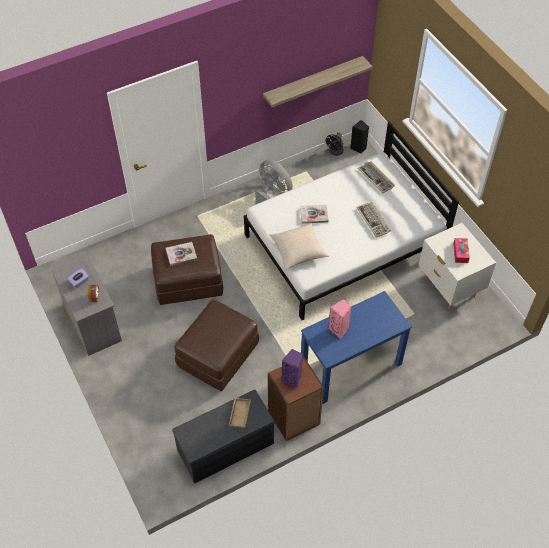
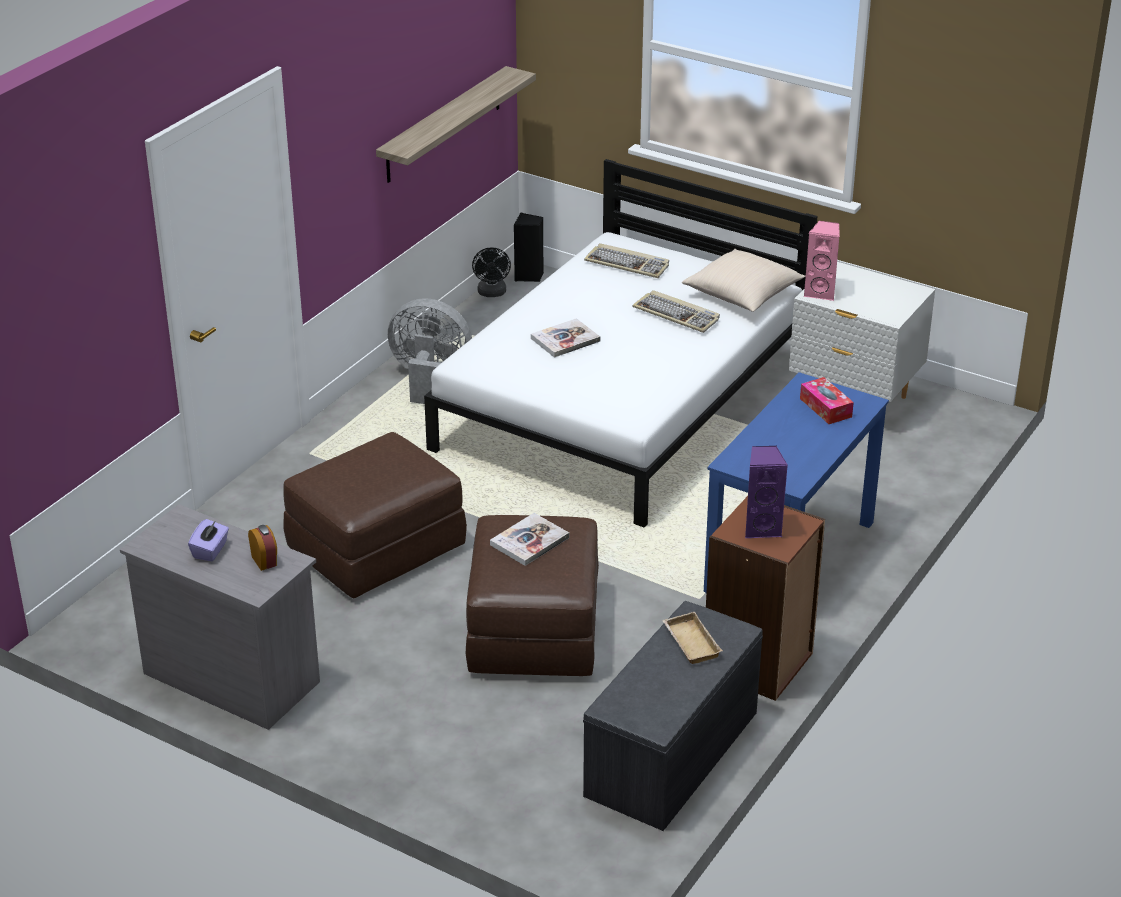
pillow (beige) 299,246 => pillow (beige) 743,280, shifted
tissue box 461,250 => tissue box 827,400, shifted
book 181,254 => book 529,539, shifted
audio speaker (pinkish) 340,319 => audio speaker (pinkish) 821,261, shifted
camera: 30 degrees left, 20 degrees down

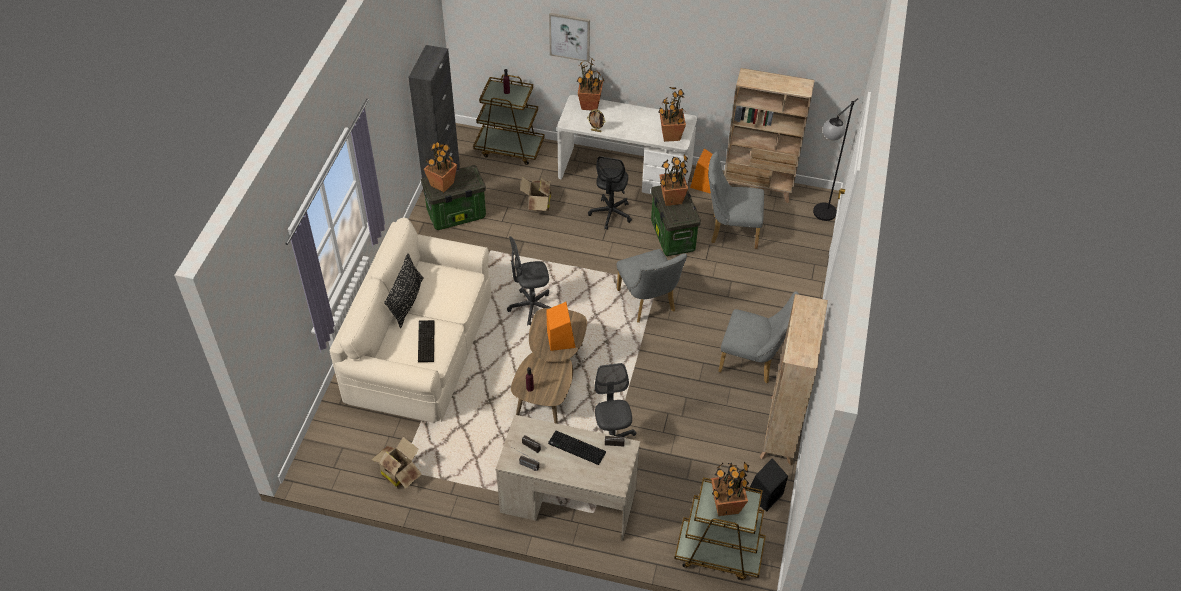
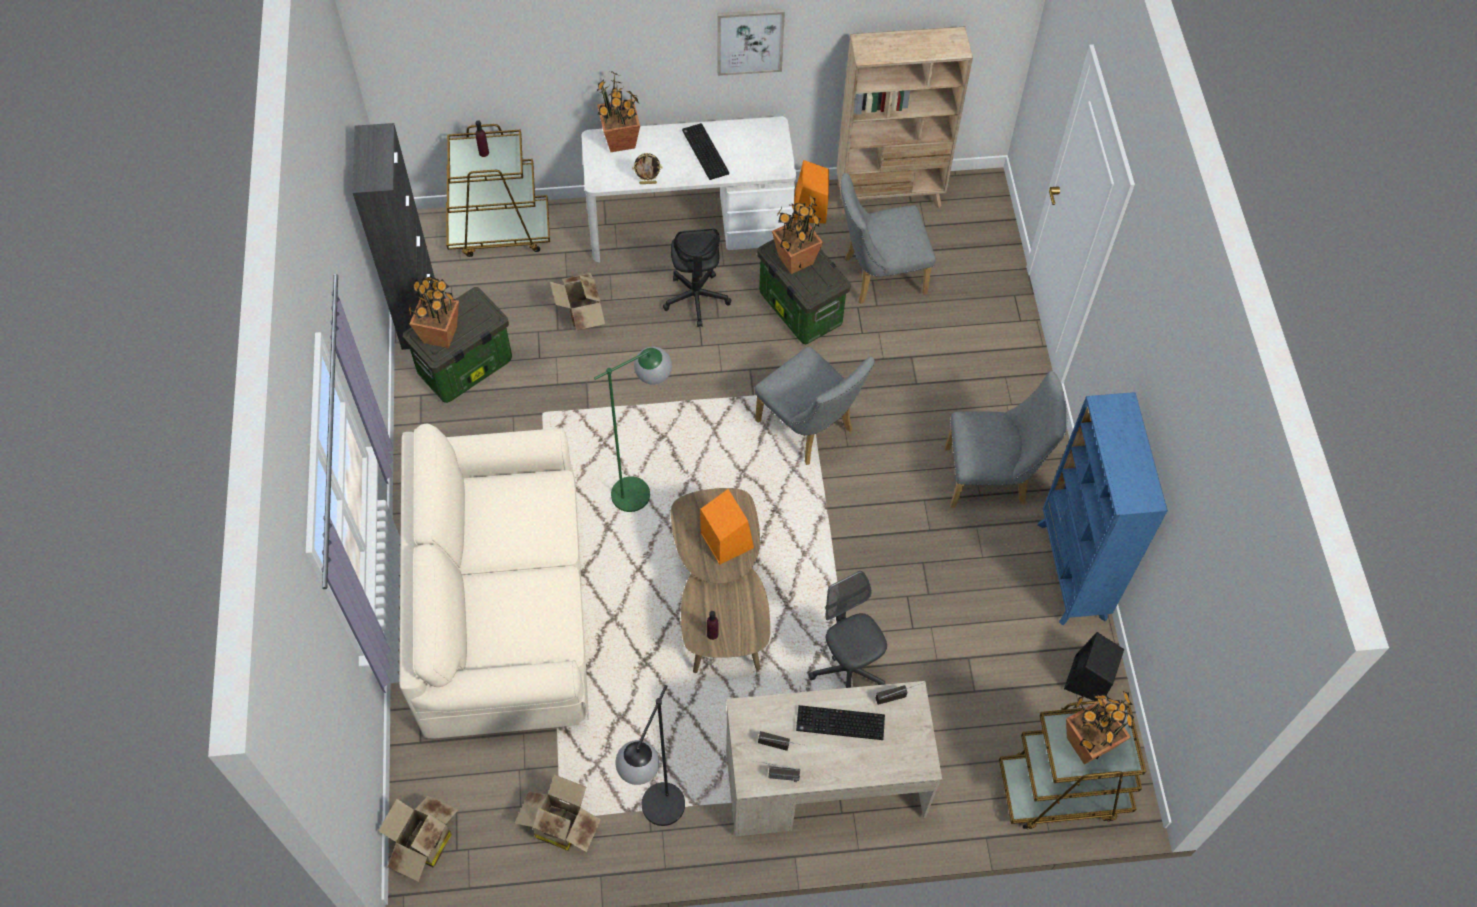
wall picture 569,37 => wall picture 751,42, shifted
potted plant 672,114 => nothing
standard lamp (blackish) 835,159 => standard lamp (blackish) 650,755, shifted
computer chair (greyish) 529,281 => standard lamp (green) 633,429
pillow (blackish) 404,290 => nothing
bookcase (beige) 794,379 => bookcase (bluish) 1102,508
keyboard 426,341 => keyboard 705,151, shifted
nothing => cardboard box 418,839
camera: 20 degrees left, 10 degrees up

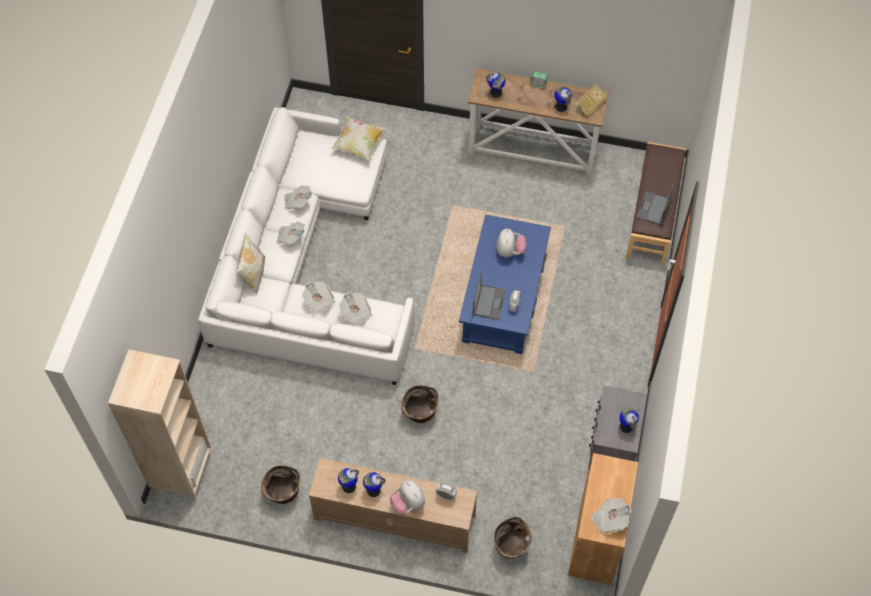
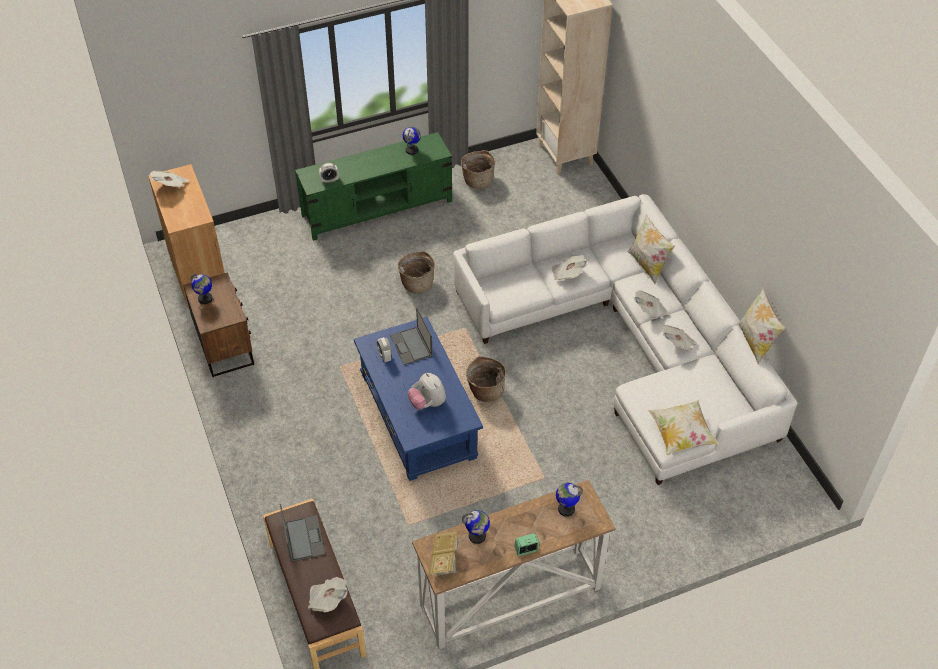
newspaper 355,310 => newspaper 328,594, shifted
bedside table (greyish) 618,427 => bedside table (brown-coloured) 218,324
media console (beige) 393,505 => media console (green) 373,186
globe 374,484 => nothing
soft toy 407,497 => nothing
storage basket 513,538 => storage basket 486,379, shifted
nothing => pillow 761,326
camera: 145 degrees right, 10 degrees down

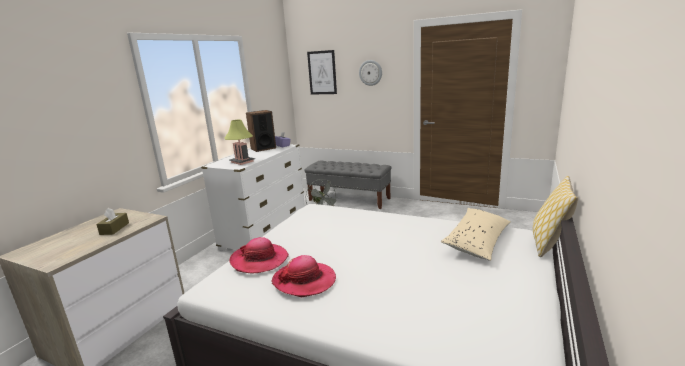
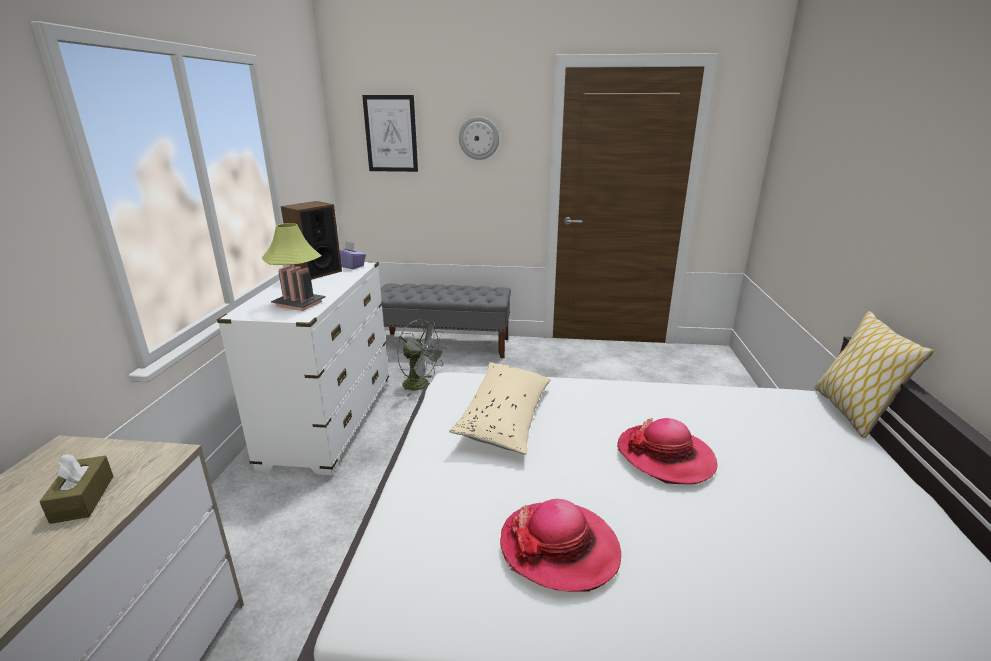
pillow (beige) 476,234 => pillow (beige) 500,408, shifted
wearable hat 259,255 => wearable hat 667,451, shifted
camera: 20 degrees left, 5 degrees up

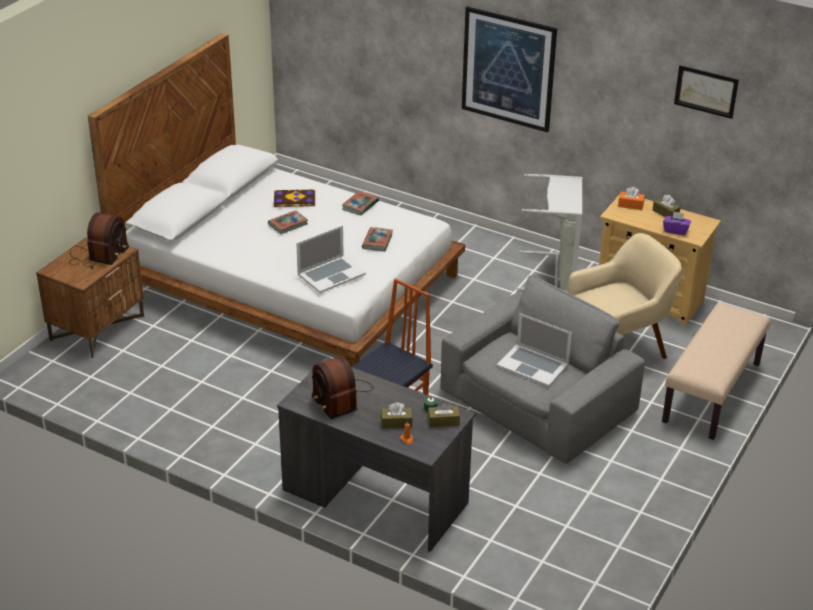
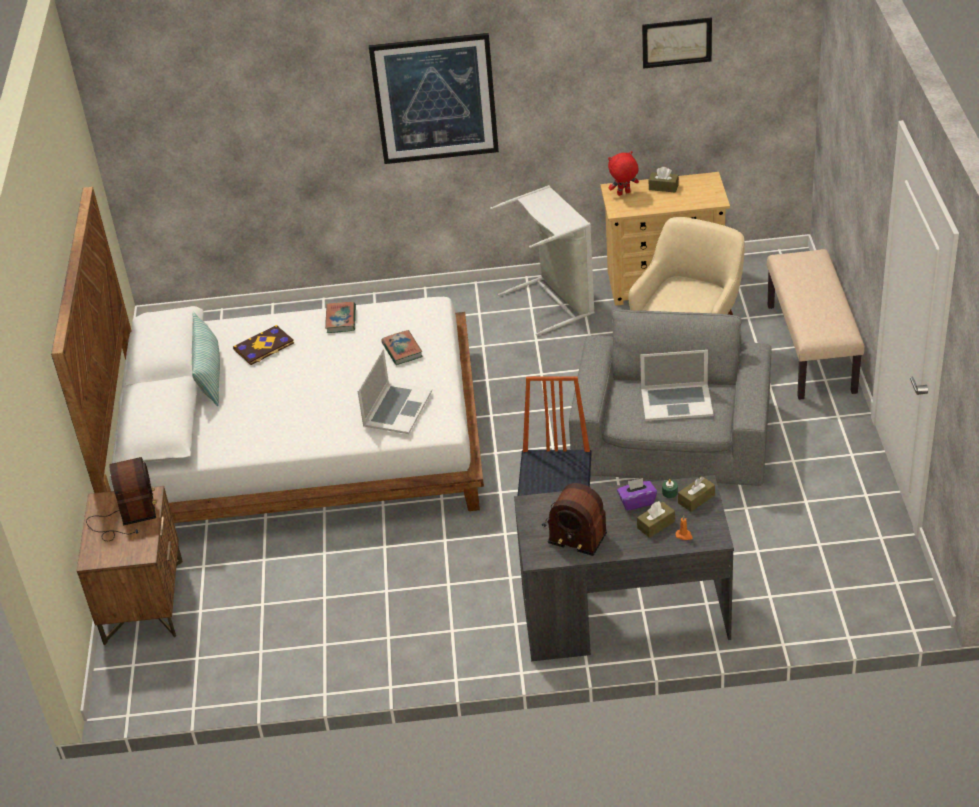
tissue box (orangey) 631,198 => soft toy (red-coloured) 623,173
book 288,222 => nothing
tissue box (purplish) 677,223 => tissue box (purplish) 637,494, shifted
nothing => pillow 206,359
camera: 30 degrees left, 5 degrees up

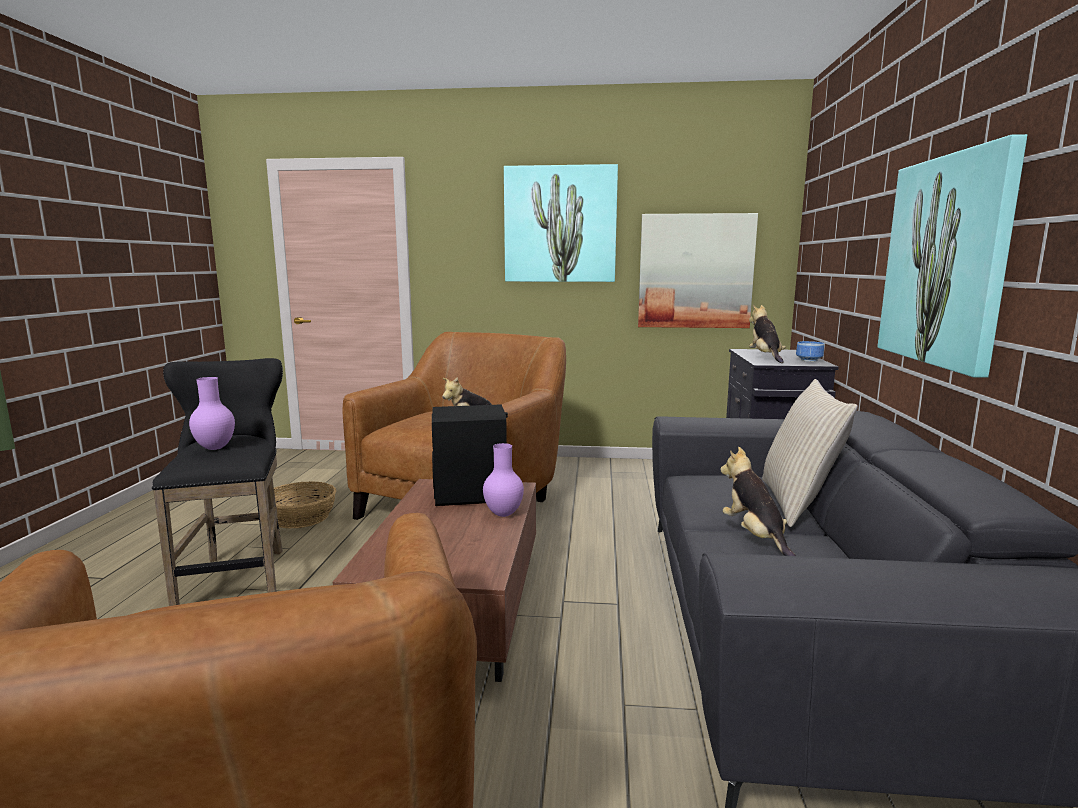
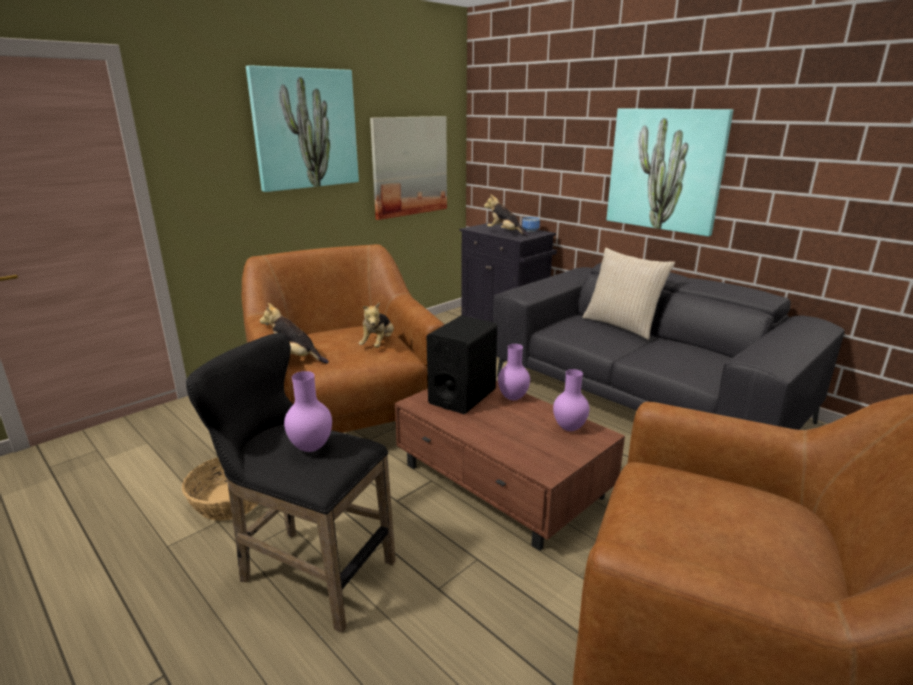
soft toy 758,501 => soft toy 294,333, shifted
nothing => flower vase (purplish) 571,400
camera: 50 degrees left, 10 degrees up

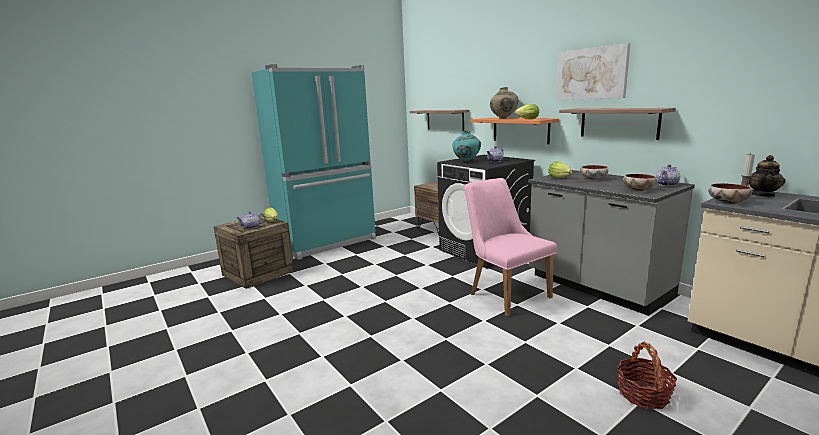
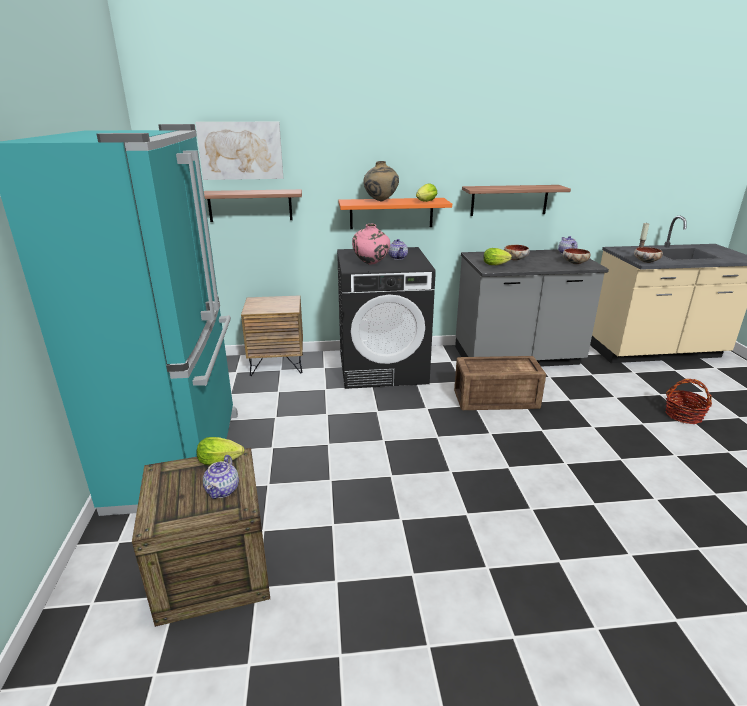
wall picture 593,71 => wall picture 239,151, shifted
flower vase (blue-green) 466,146 => flower vase (pinkish) 371,244
teapot 767,176 => nothing
plain chair (pinkish) 510,247 => crate 500,383
camera: 60 degrees left, 10 degrees up

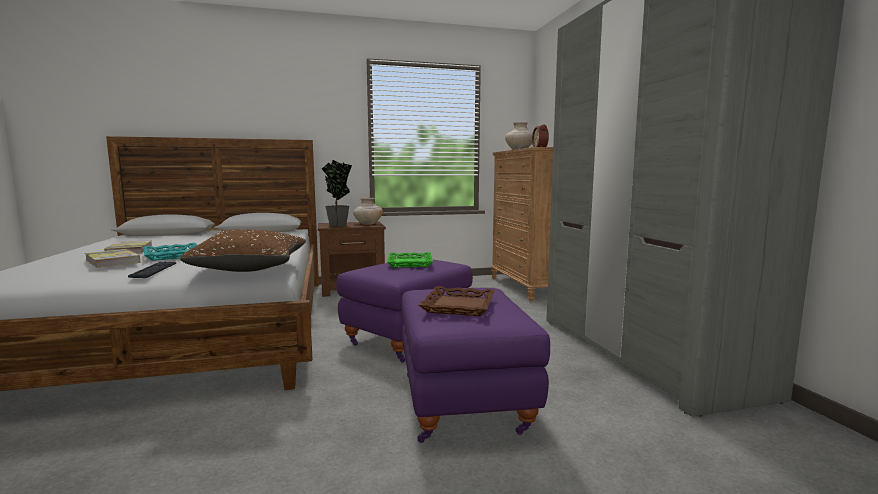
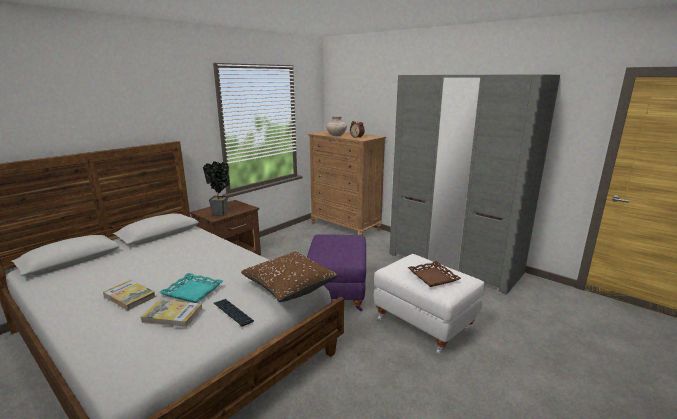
flower vase (beige) 368,211 => nothing
tray (green) 410,259 => nothing
pouffe (purplish) 475,365 => pouffe (whitish) 429,304
camera: 35 degrees left, 10 degrees up

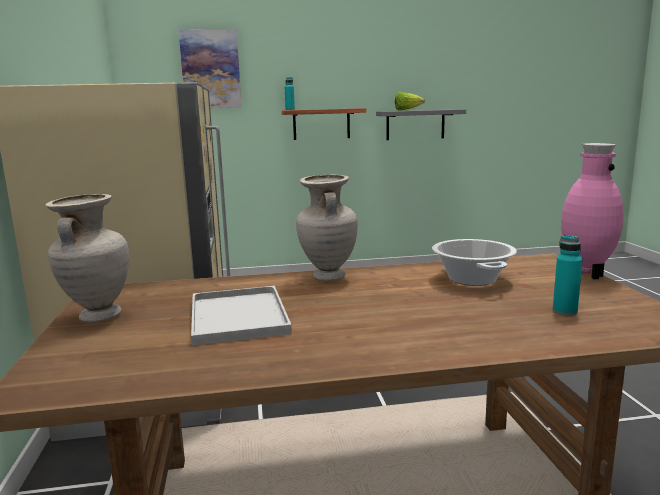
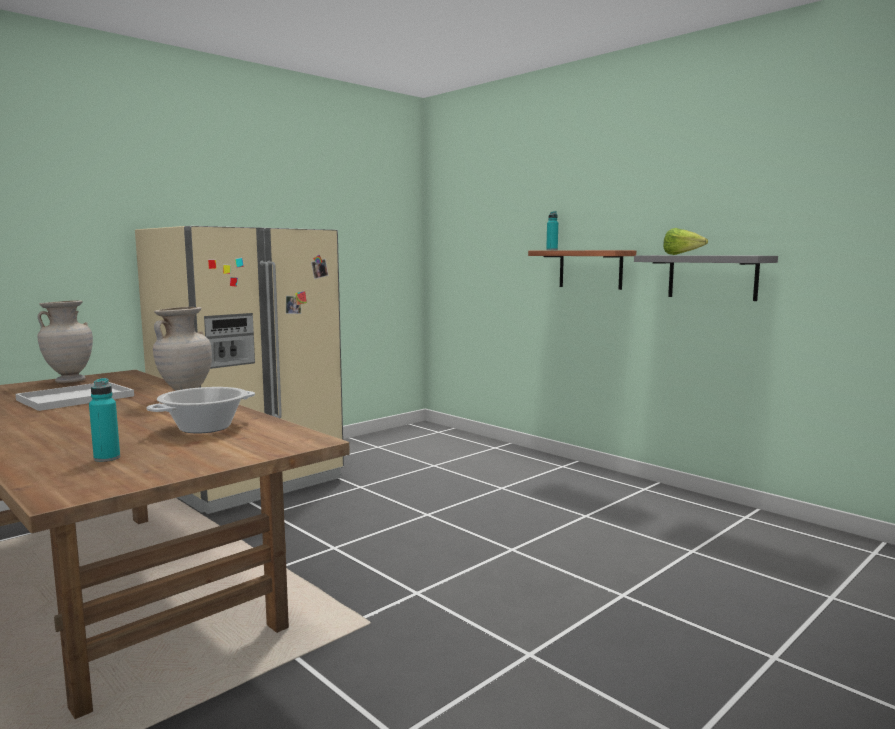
wall picture 210,69 => nothing
flower vase (pinkish) 592,211 => nothing
camera: 55 degrees right, 5 degrees down

